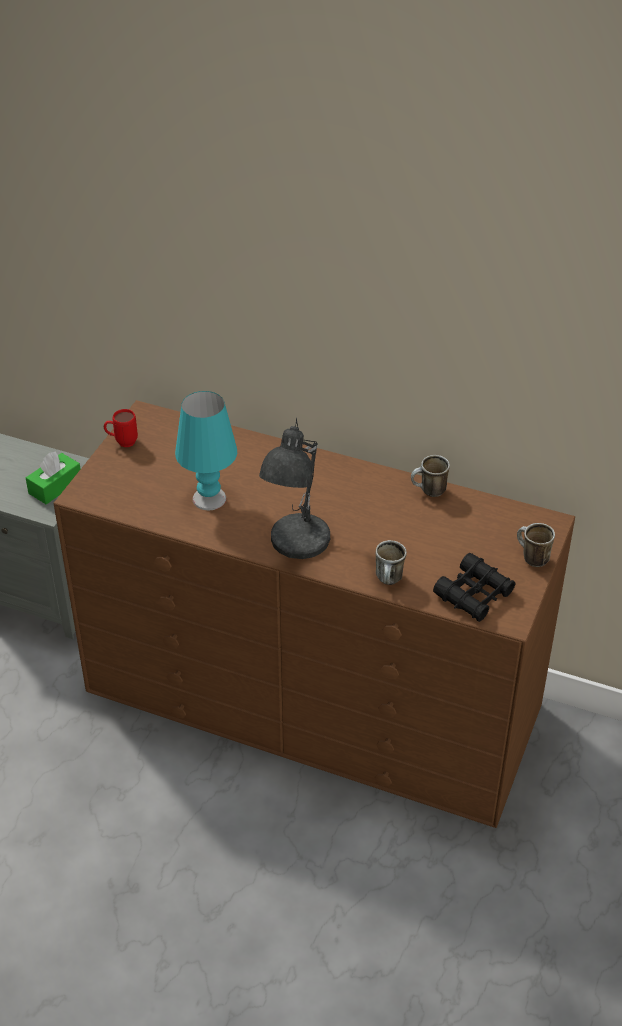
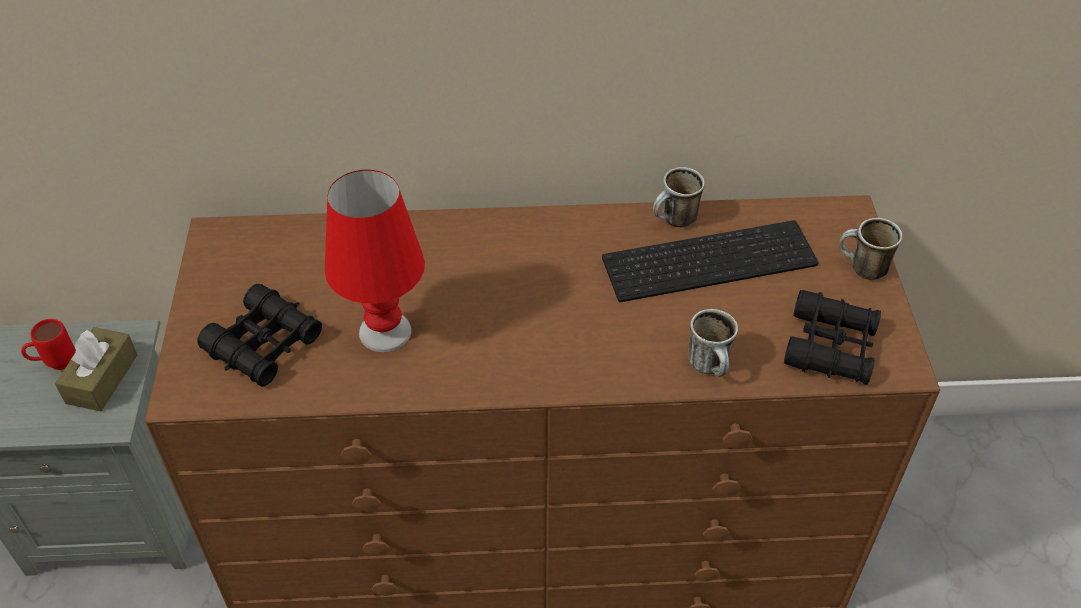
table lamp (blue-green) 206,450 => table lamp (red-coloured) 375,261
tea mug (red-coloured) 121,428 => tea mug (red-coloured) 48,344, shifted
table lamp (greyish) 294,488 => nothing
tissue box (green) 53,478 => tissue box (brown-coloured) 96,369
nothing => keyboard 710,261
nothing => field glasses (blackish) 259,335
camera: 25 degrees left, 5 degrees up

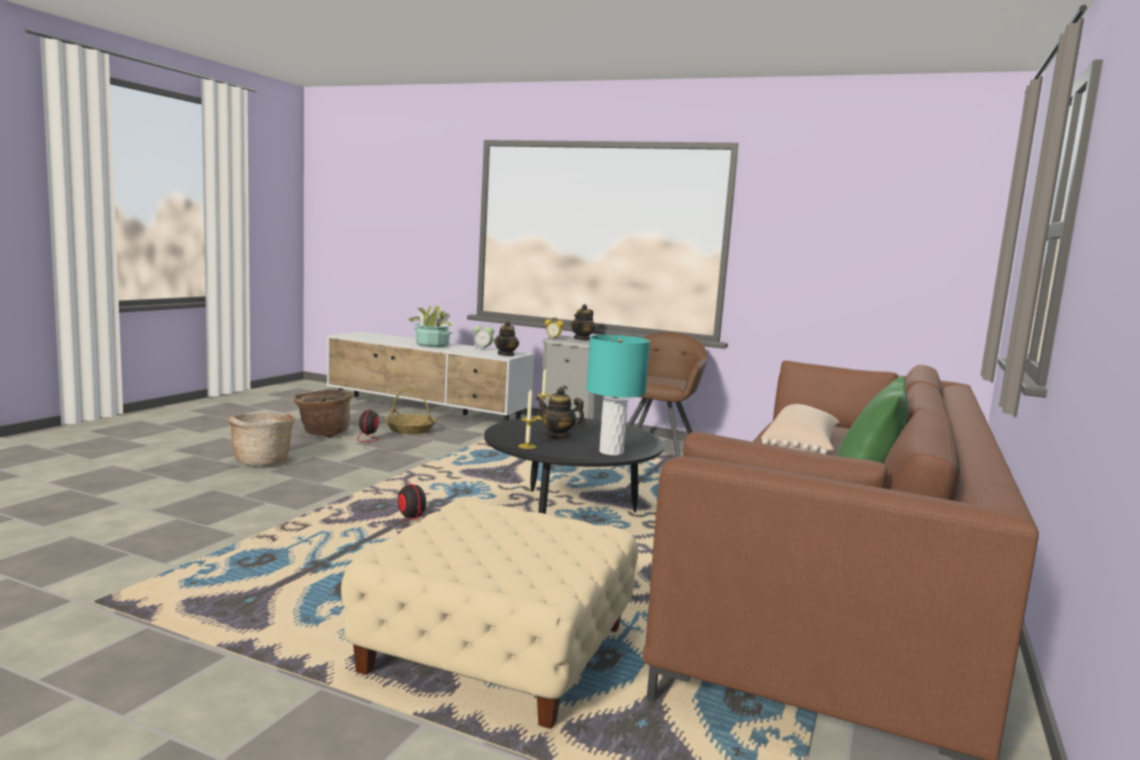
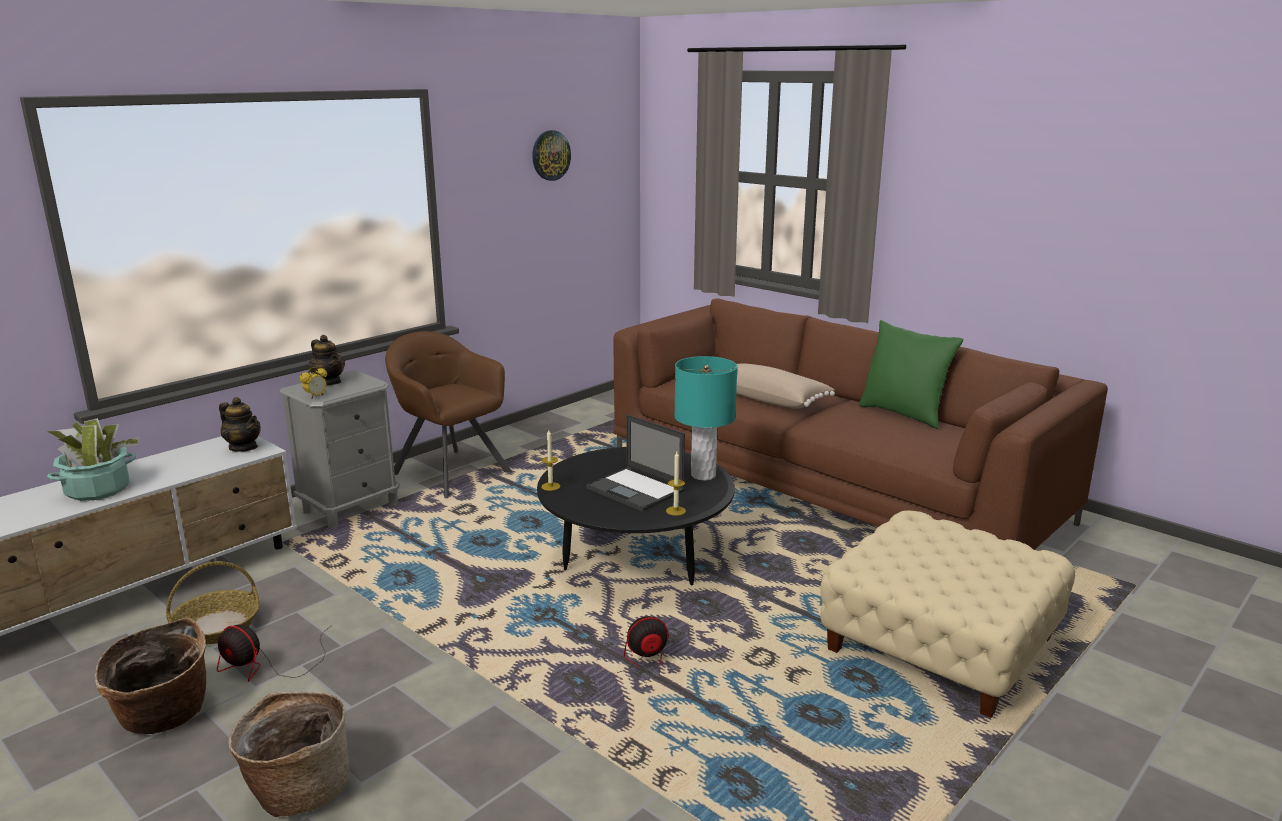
table clock 484,337 => nothing
teapot 560,413 => laptop 635,463
nothing => clock on the wall 551,155
camera: 70 degrees left, 10 degrees up

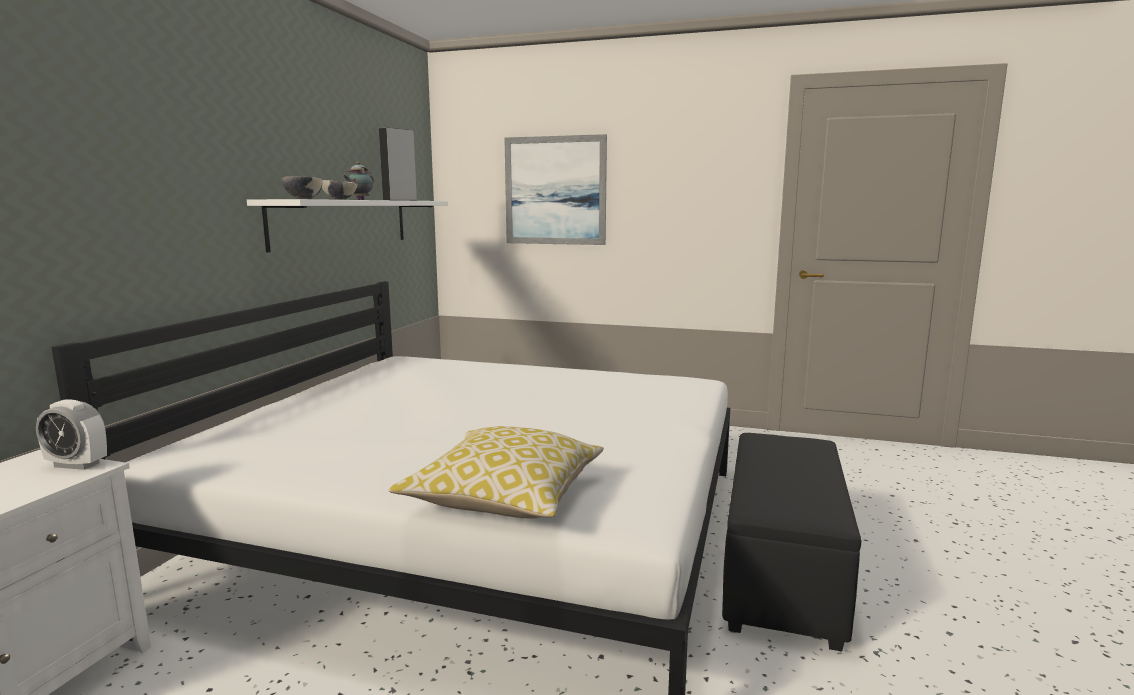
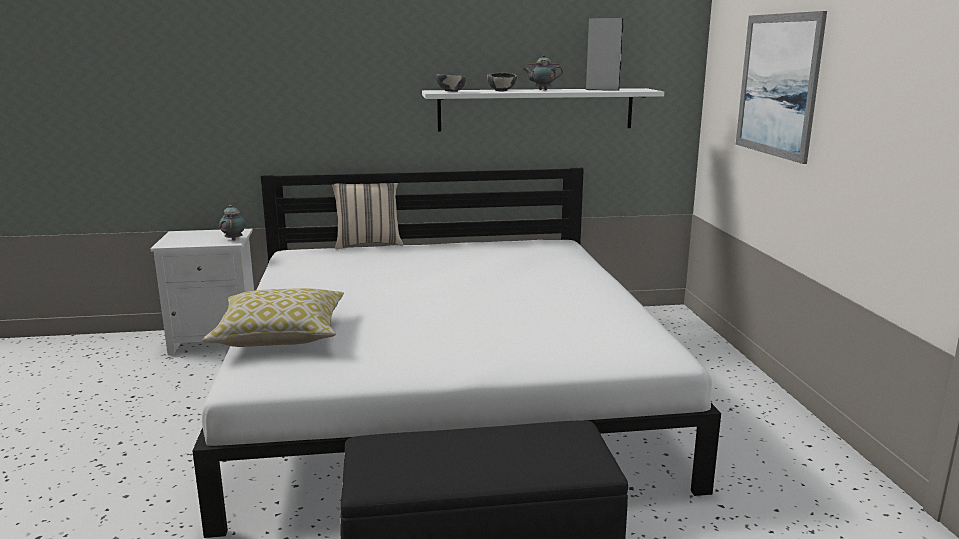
table clock 71,434 => teapot 232,222
nothing => pillow (beige) 367,216
camera: 65 degrees right, 5 degrees up

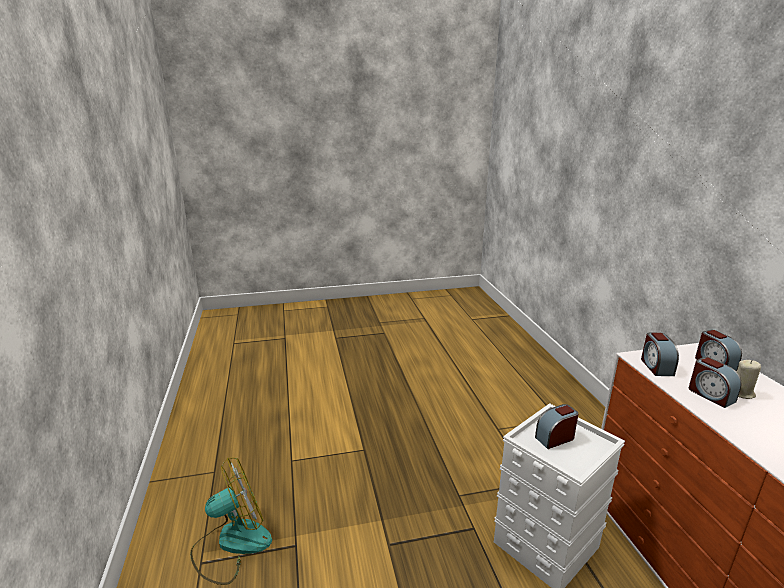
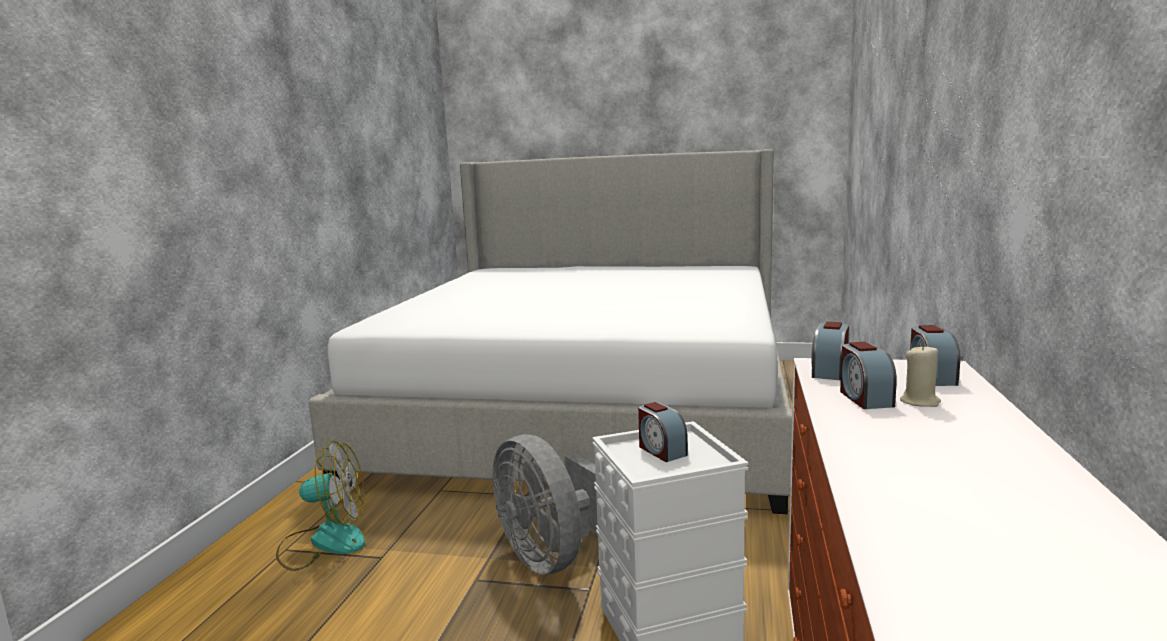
table clock 556,426 => table clock 663,432, 120 degrees counterclockwise
nothing => bedroom bed 550,331
nothing => electric fan (greyish) 545,504
camera: 25 degrees right, 10 degrees down

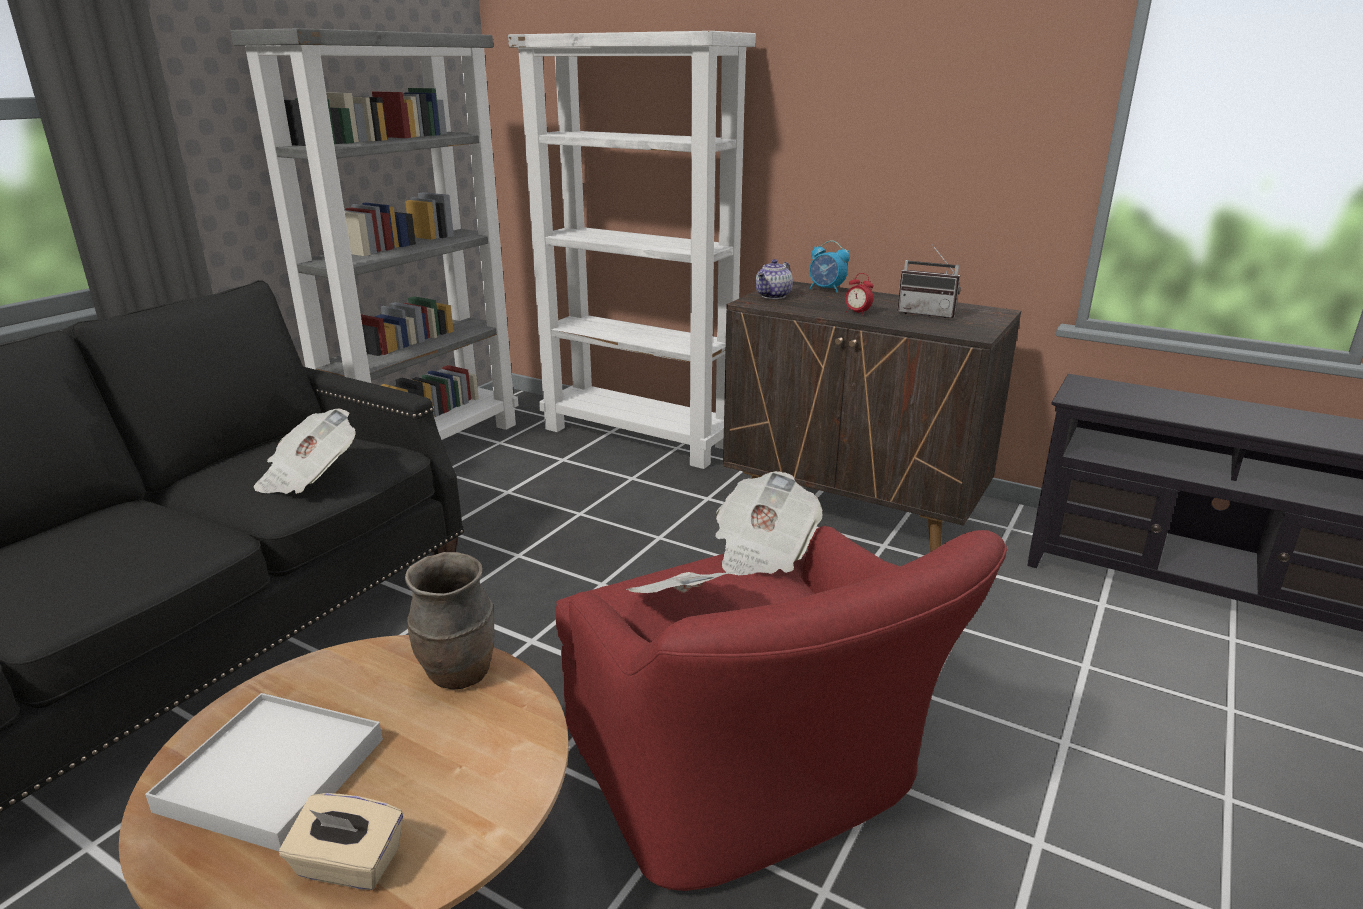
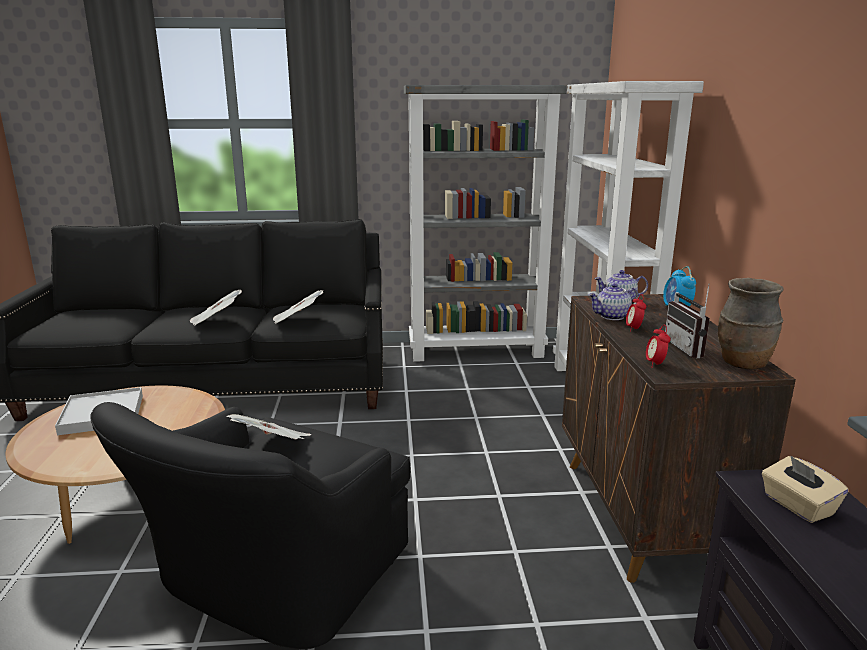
newspaper 769,523 => newspaper 216,308, shifted
armchair (red-coloured) 781,708 => armchair (blackish) 250,525
flower vase (brown-coloured) 449,621 => flower vase (brown-coloured) 751,324, shifted
tissue box (beige) 341,841 => tissue box (beige) 805,489, shifted
nothing => teapot 613,301
nothing => table clock 658,346
camera: 55 degrees right, 5 degrees down

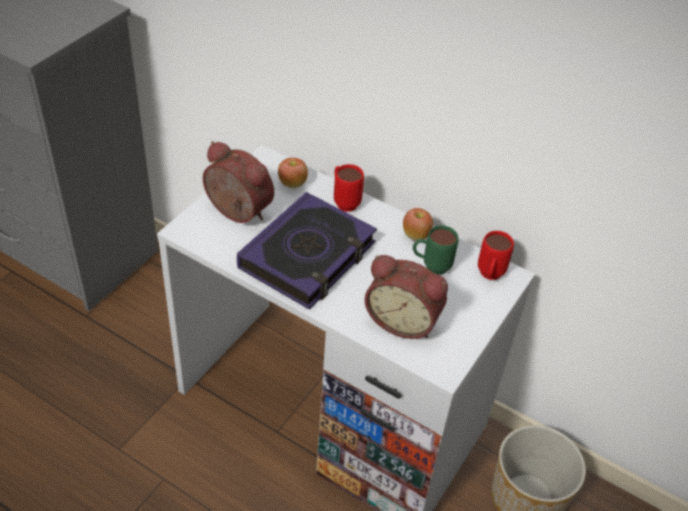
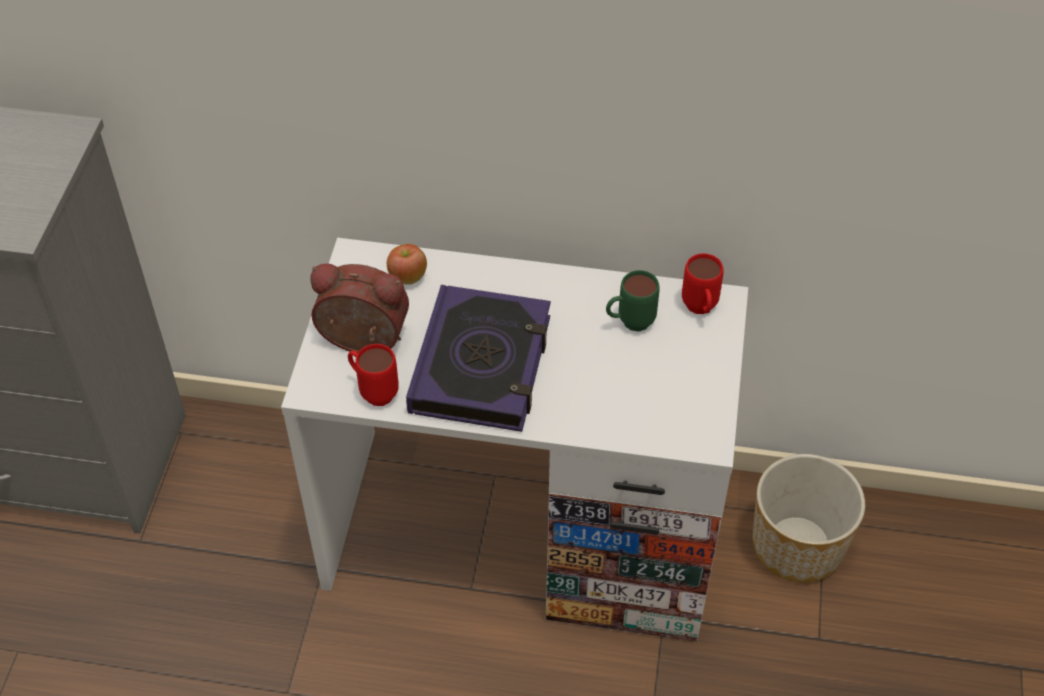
tea mug (red-coloured) 349,188 => tea mug (red-coloured) 373,375, shifted
apple fruit 418,224 => nothing
table clock 406,297 => nothing
camera: 20 degrees left, 5 degrees up

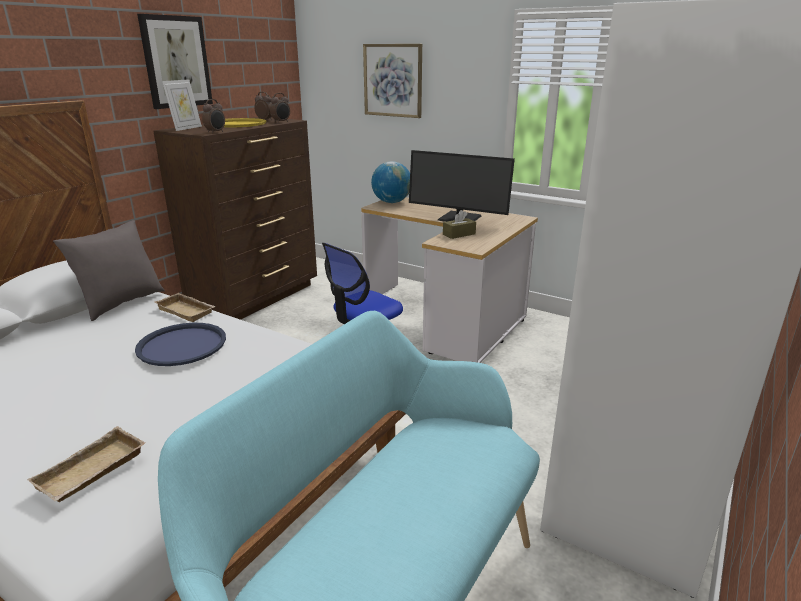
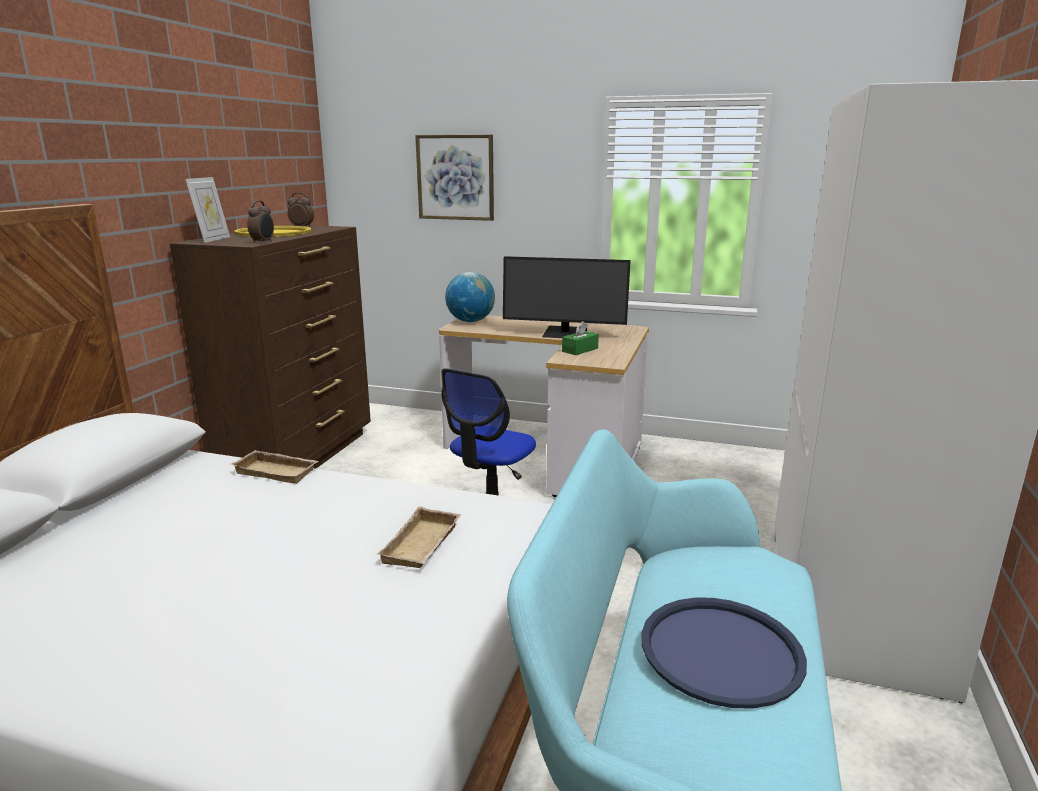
wall picture 175,61 => nothing
table clock 280,108 => nothing
tissue box (brown-coloured) 459,224 => tissue box (green) 580,338
pillow (greyish) 109,270 => nothing
tray (bluish) 180,344 => tray (bluish) 724,653, shifted
tray (beige) 86,464 => tray (beige) 419,537, shifted
camera: 15 degrees left, 5 degrees down

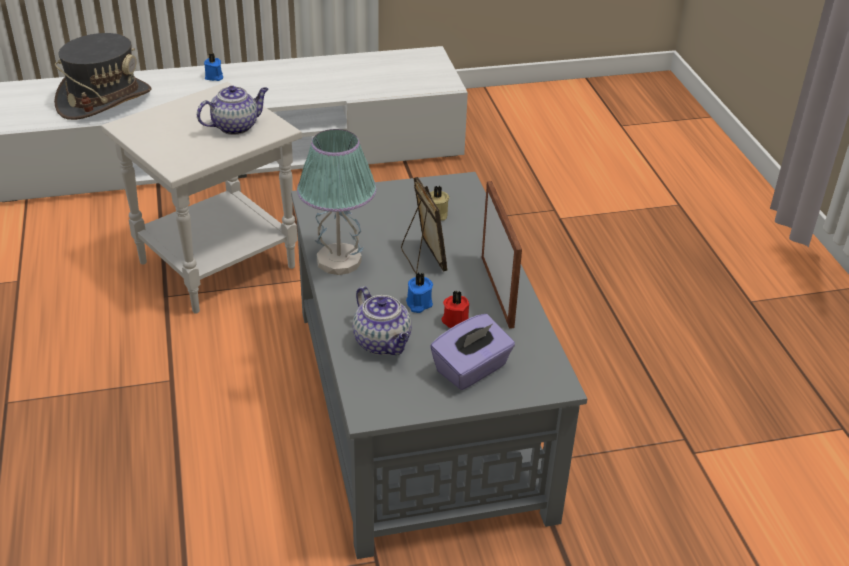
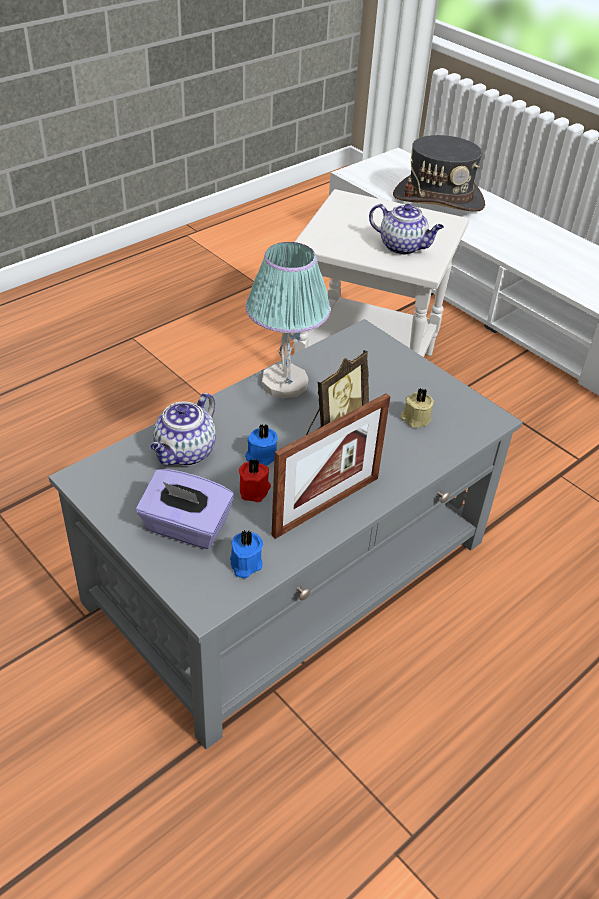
candle (bluish) 213,67 => candle (bluish) 246,554, shifted
camera: 60 degrees right, 5 degrees up

